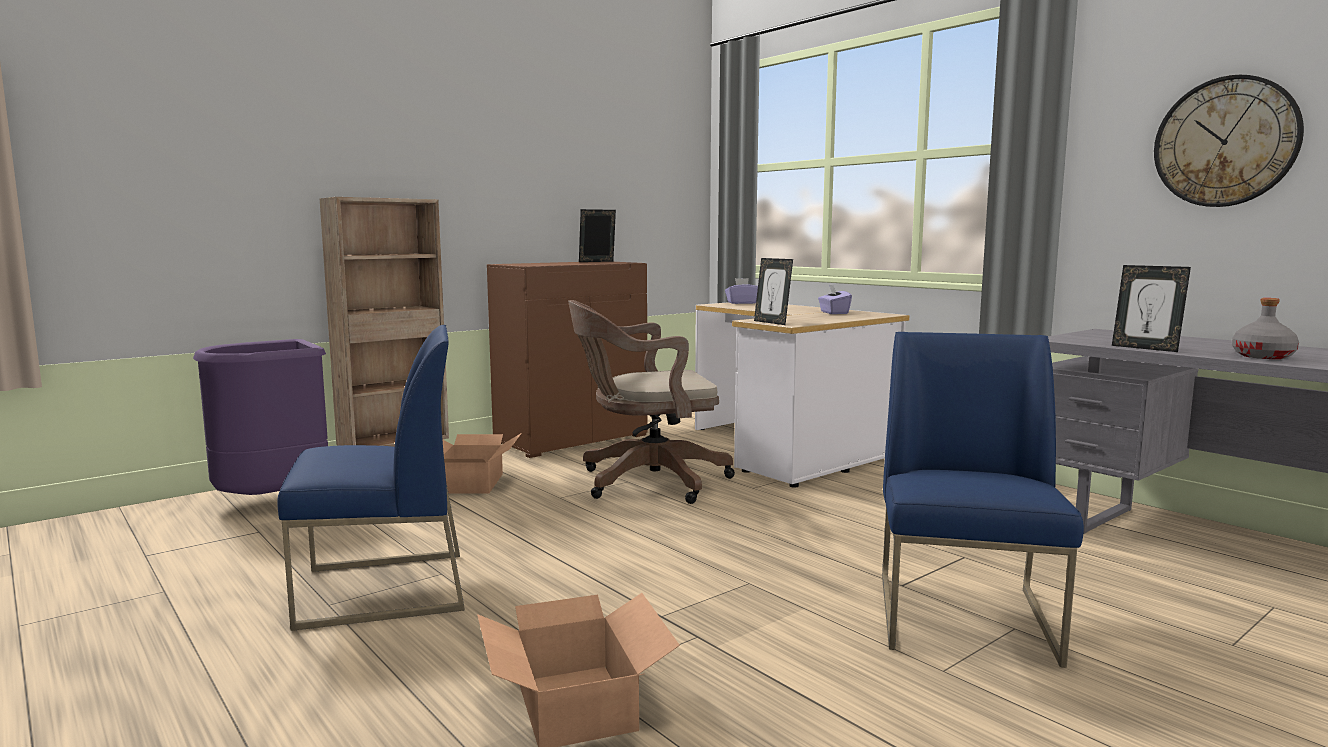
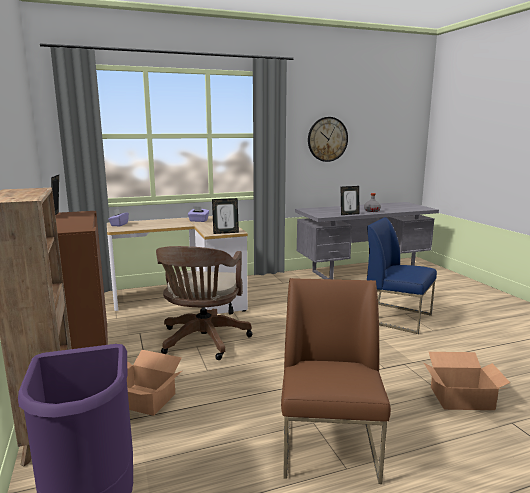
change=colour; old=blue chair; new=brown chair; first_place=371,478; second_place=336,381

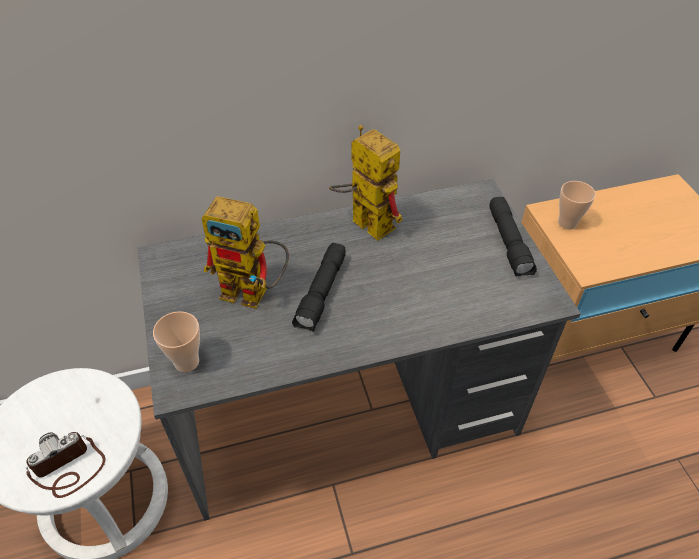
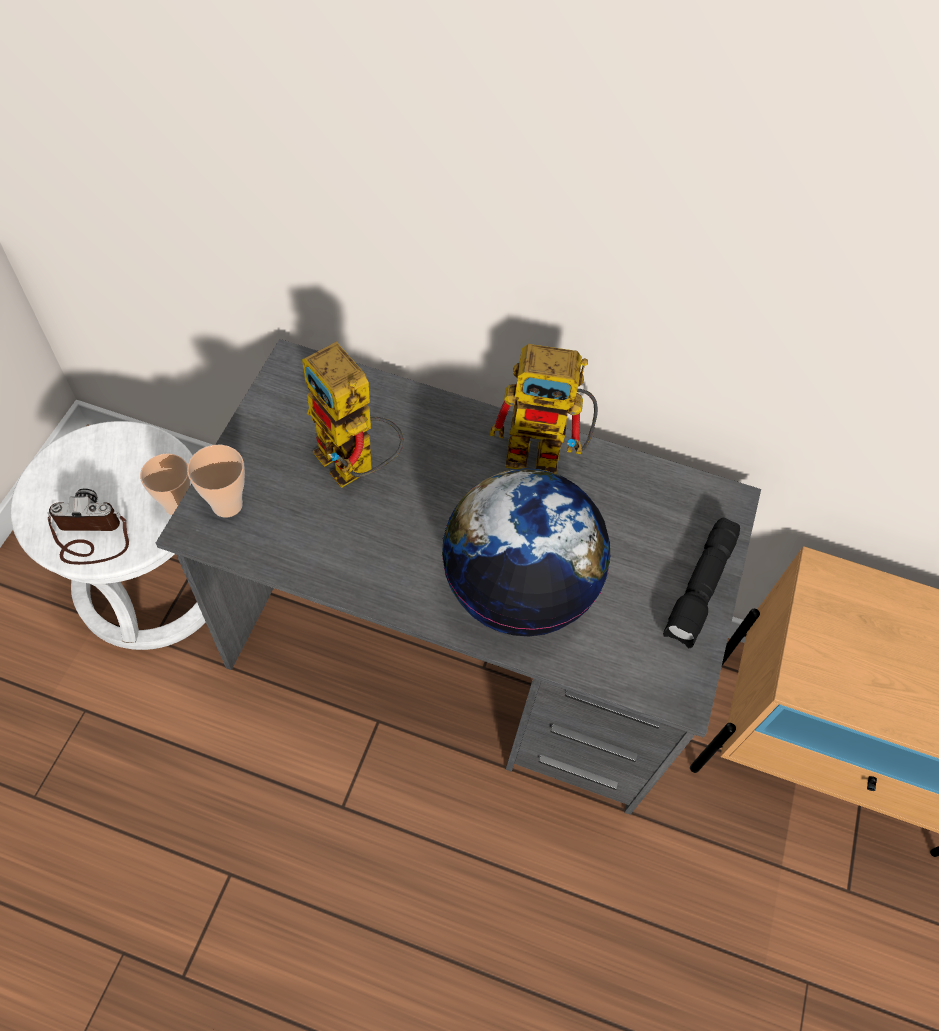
change=relocated; old=cup; first_place=577,205; second_place=165,484
change=appeared; new=globe; second_place=526,552
change=spun; old=toy robot; first_place=366,183; second_place=544,409; degrees=105
change=missing; old=black flashlight; first_place=319,287

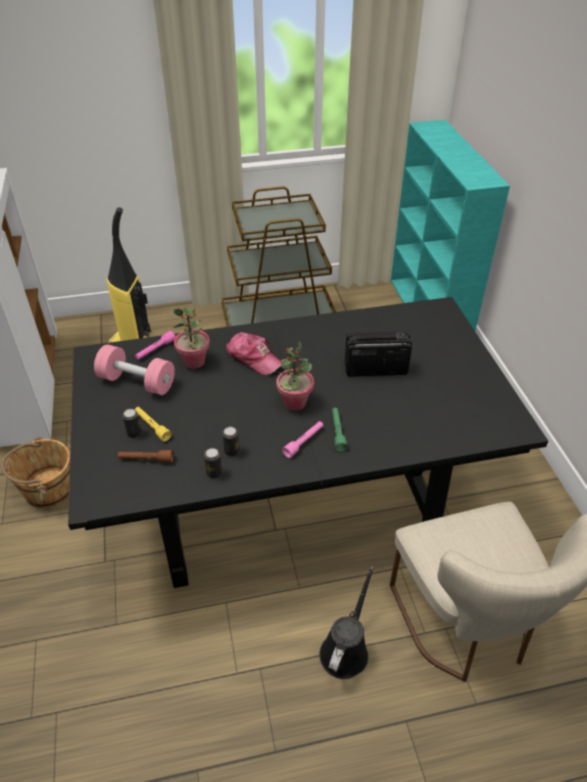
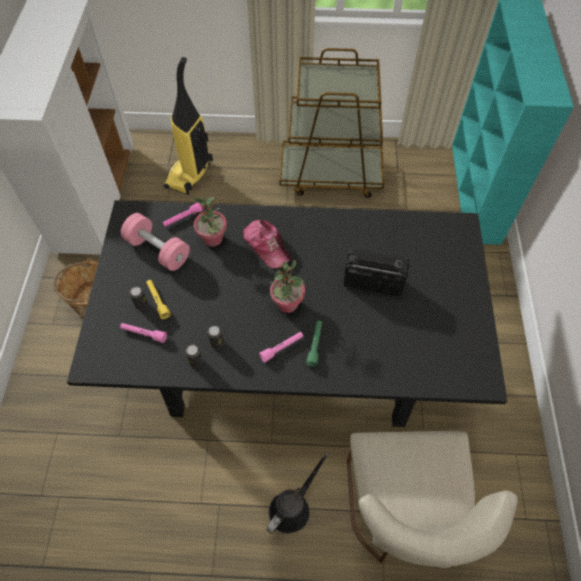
change=colour; old=brown flashlight; new=pink flashlight; first_place=145,456; second_place=143,333

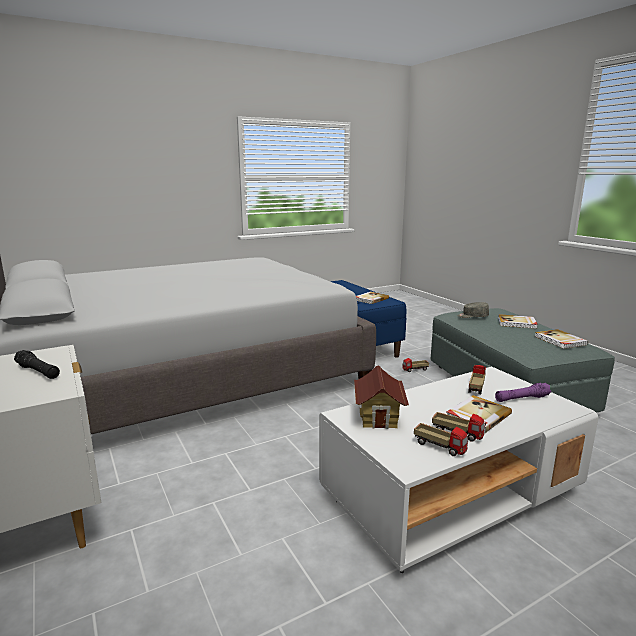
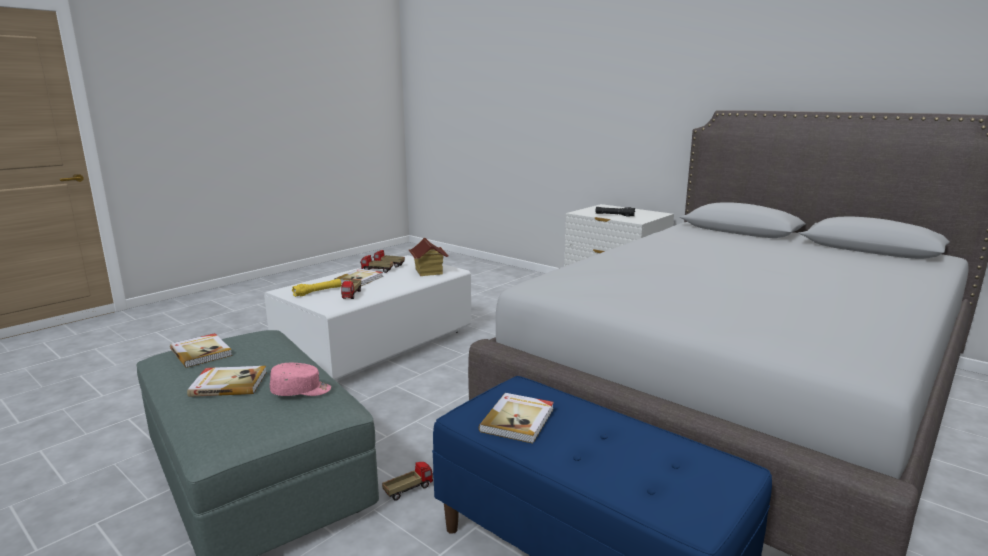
change=colour; old=grey cap; new=pink cap; first_place=473,310; second_place=300,379
change=colour; old=purple flashlight; new=yellow flashlight; first_place=523,392; second_place=316,288

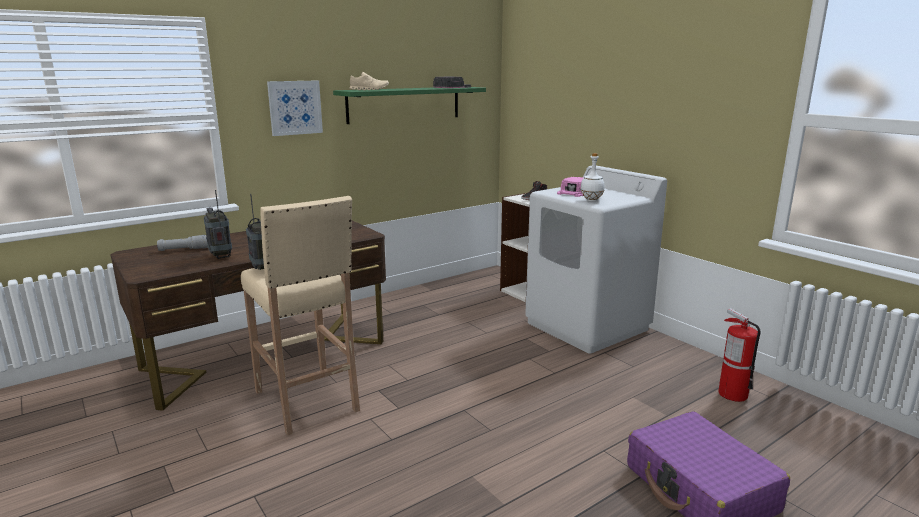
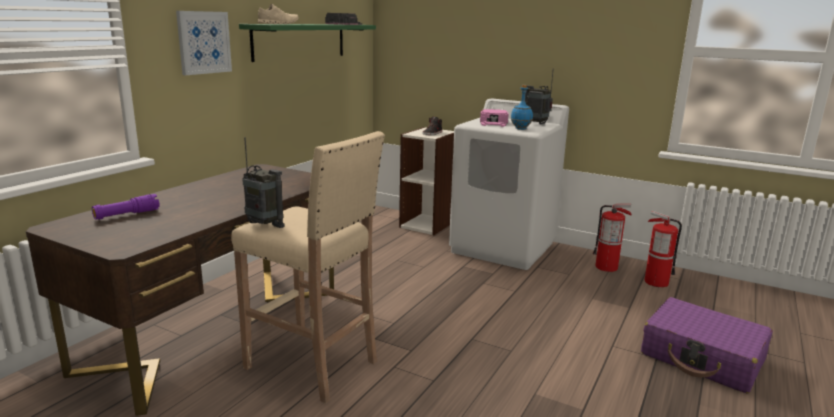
change=colour; old=grey flashlight; new=purple flashlight; first_place=182,243; second_place=126,207
change=colour; old=white bottle; new=blue bottle; first_place=592,177; second_place=522,107
change=relocated; old=radio; first_place=218,224; second_place=539,96
change=appeared; new=fire extinguisher; second_place=612,238

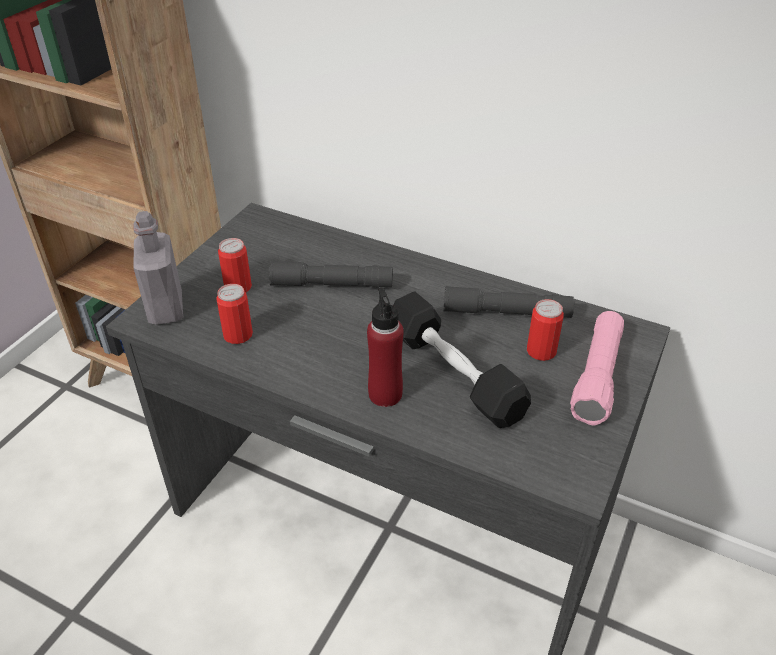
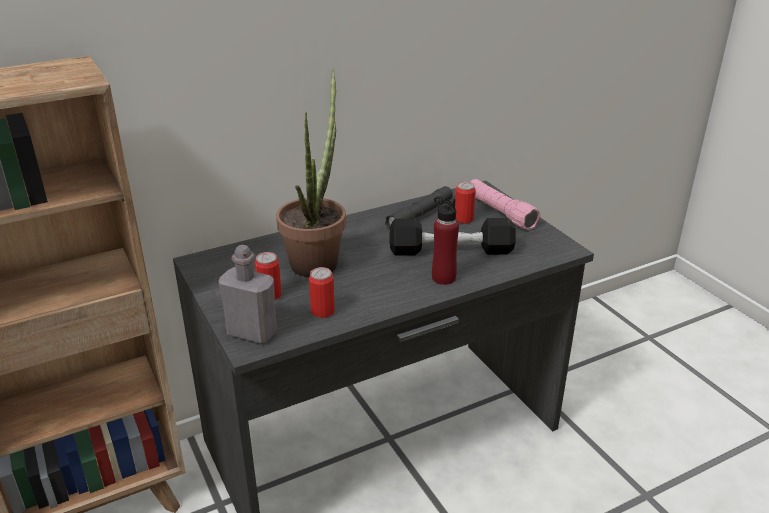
change=exchanged; old=grey flashlight; new=potted plant; first_place=331,274; second_place=311,173

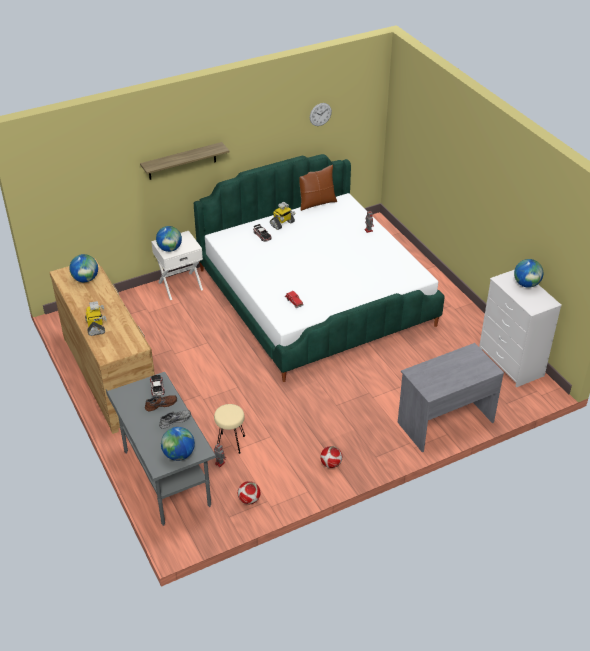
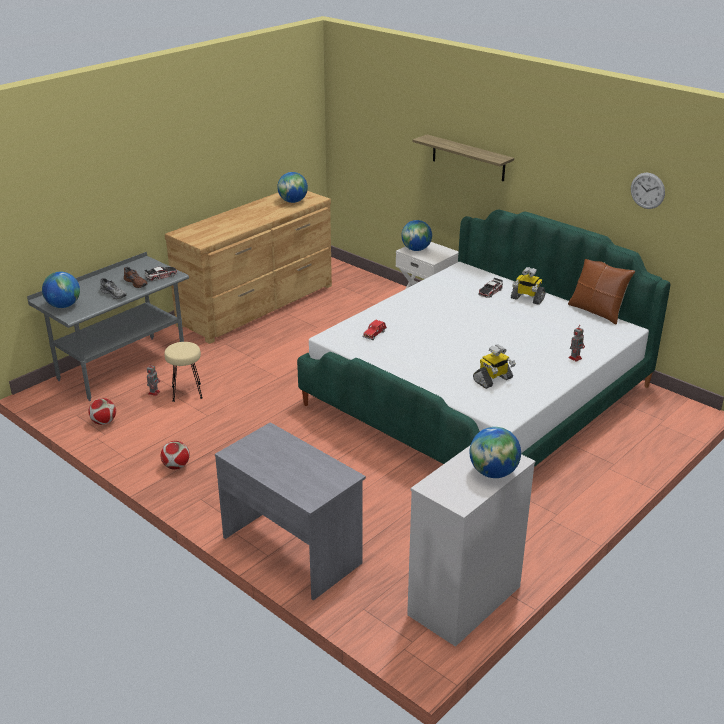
change=relocated; old=toy robot; first_place=95,318; second_place=494,366

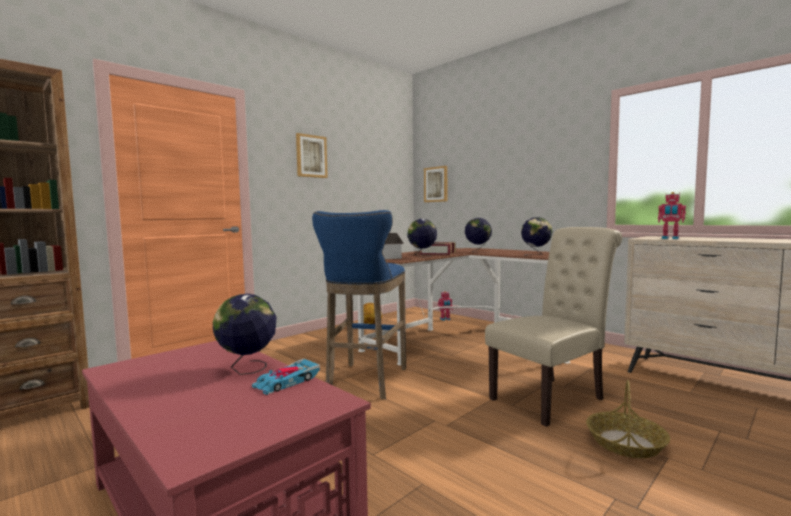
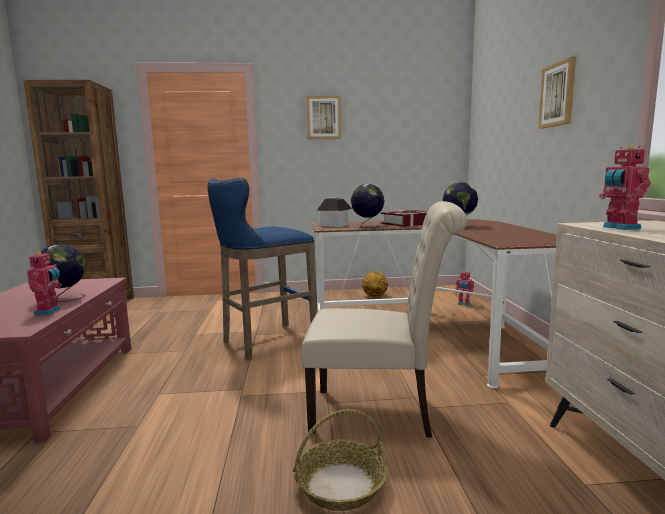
change=exchanged; old=toy car; new=toy robot; first_place=286,377; second_place=44,283
change=relocated; old=picture; first_place=435,184; second_place=557,93
change=missing; old=globe; first_place=537,236

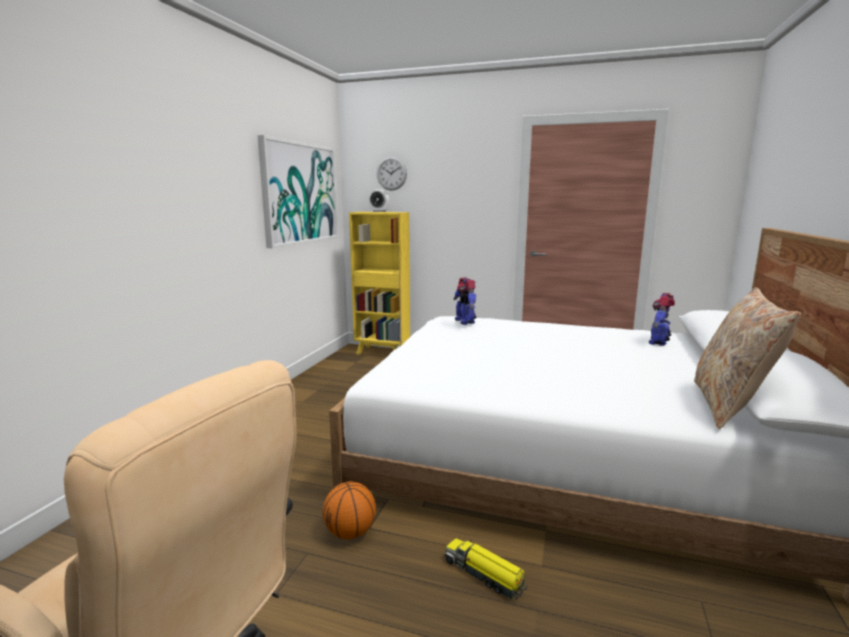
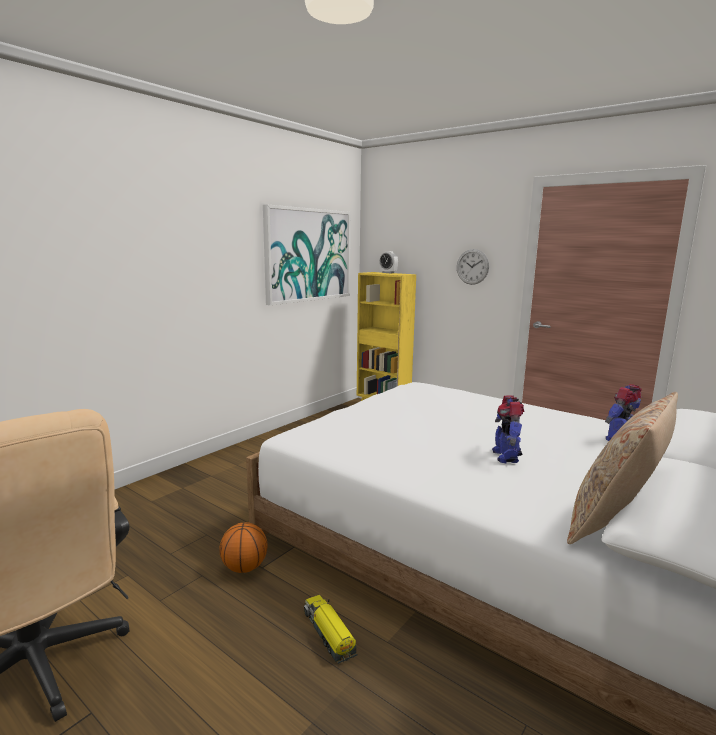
change=relocated; old=wall clock; first_place=392,174; second_place=473,267
change=relocated; old=toy robot; first_place=465,301; second_place=508,429

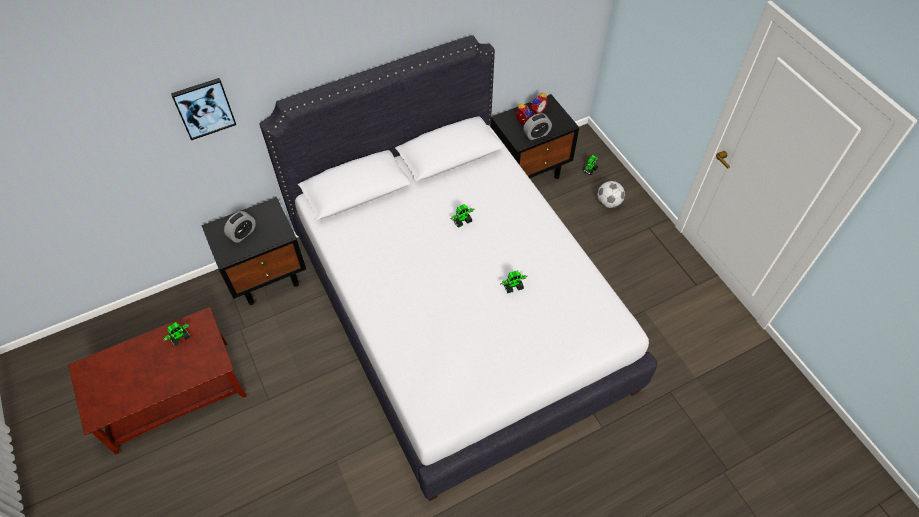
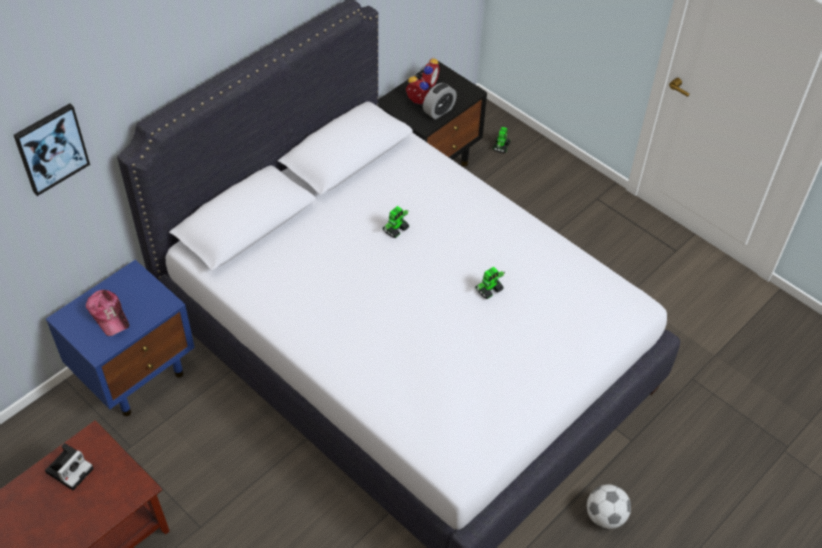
change=exchanged; old=toy robot; new=photo camera; first_place=177,334; second_place=69,467
change=colour; old=black nightstand; new=blue nightstand; first_place=253,251; second_place=120,338
change=exchanged; old=alarm clock; new=cap; first_place=240,227; second_place=107,313
change=relocated; old=football; first_place=611,194; second_place=609,506

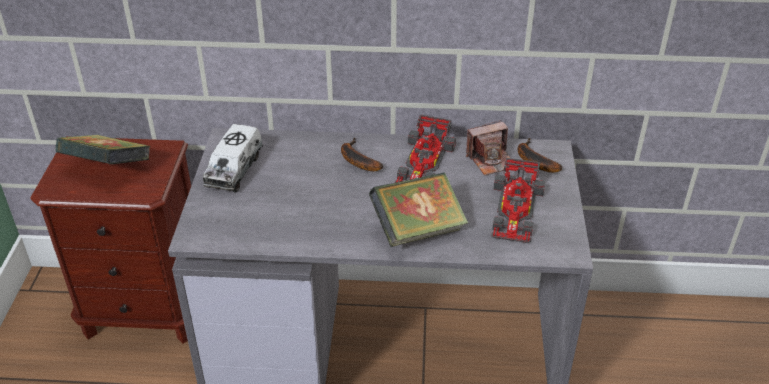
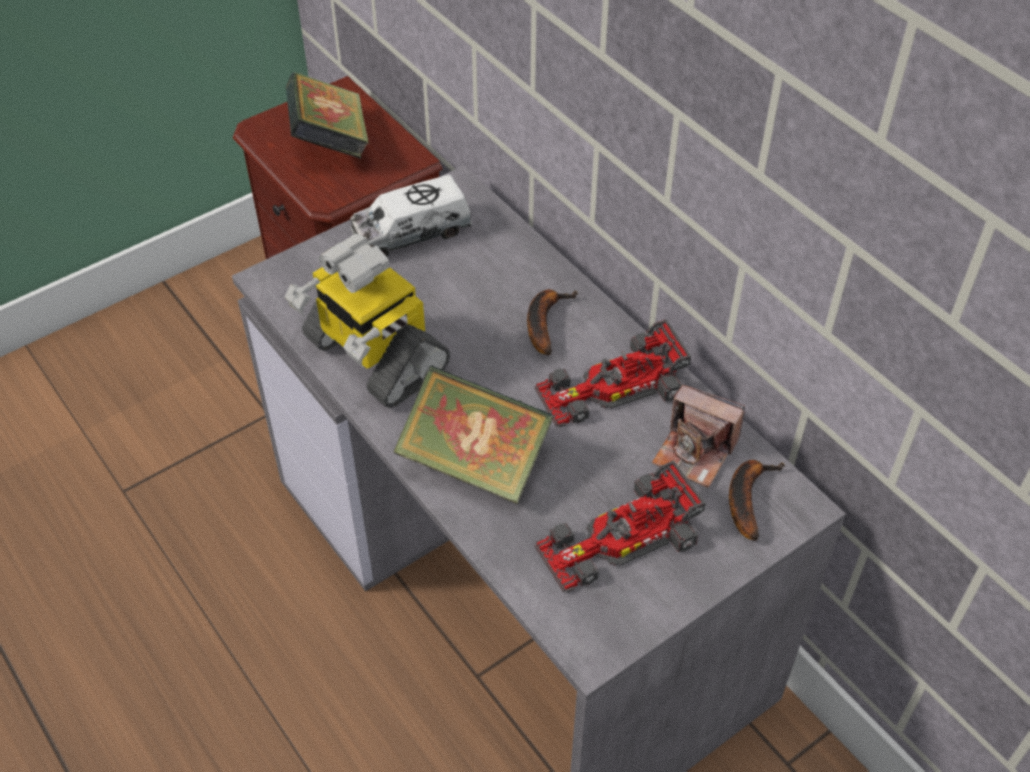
change=appeared; new=toy robot; second_place=367,320

